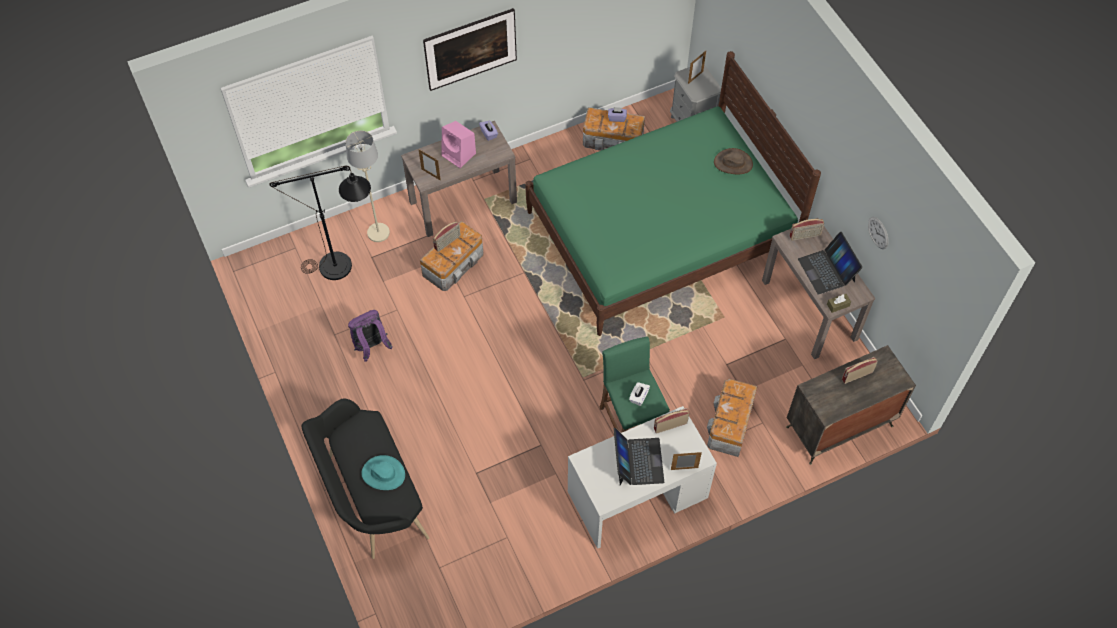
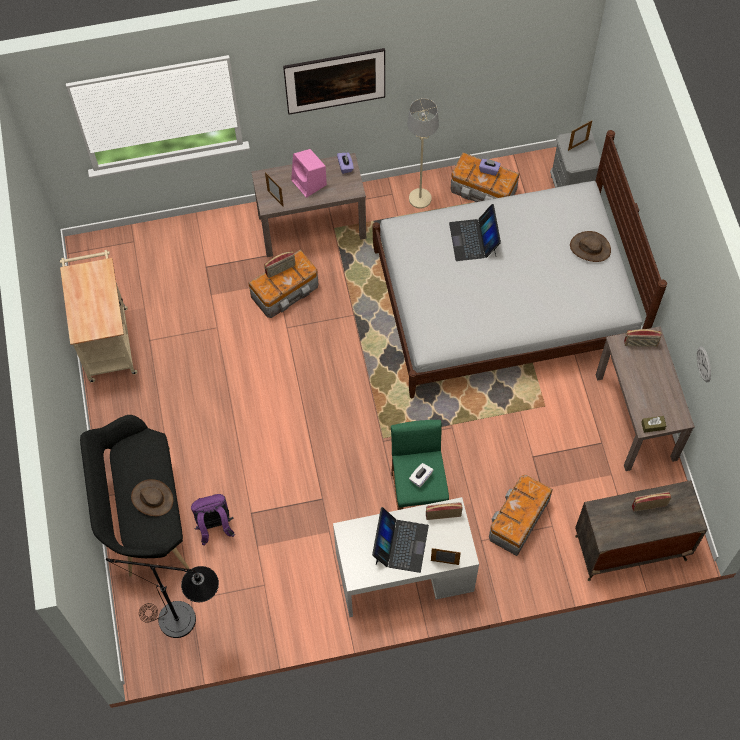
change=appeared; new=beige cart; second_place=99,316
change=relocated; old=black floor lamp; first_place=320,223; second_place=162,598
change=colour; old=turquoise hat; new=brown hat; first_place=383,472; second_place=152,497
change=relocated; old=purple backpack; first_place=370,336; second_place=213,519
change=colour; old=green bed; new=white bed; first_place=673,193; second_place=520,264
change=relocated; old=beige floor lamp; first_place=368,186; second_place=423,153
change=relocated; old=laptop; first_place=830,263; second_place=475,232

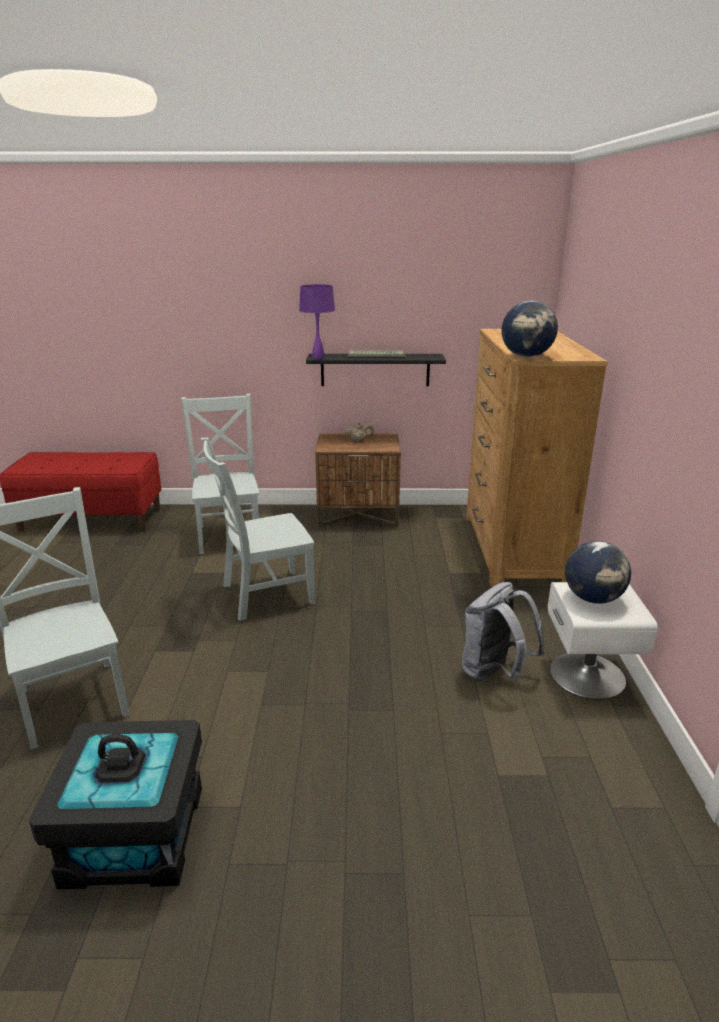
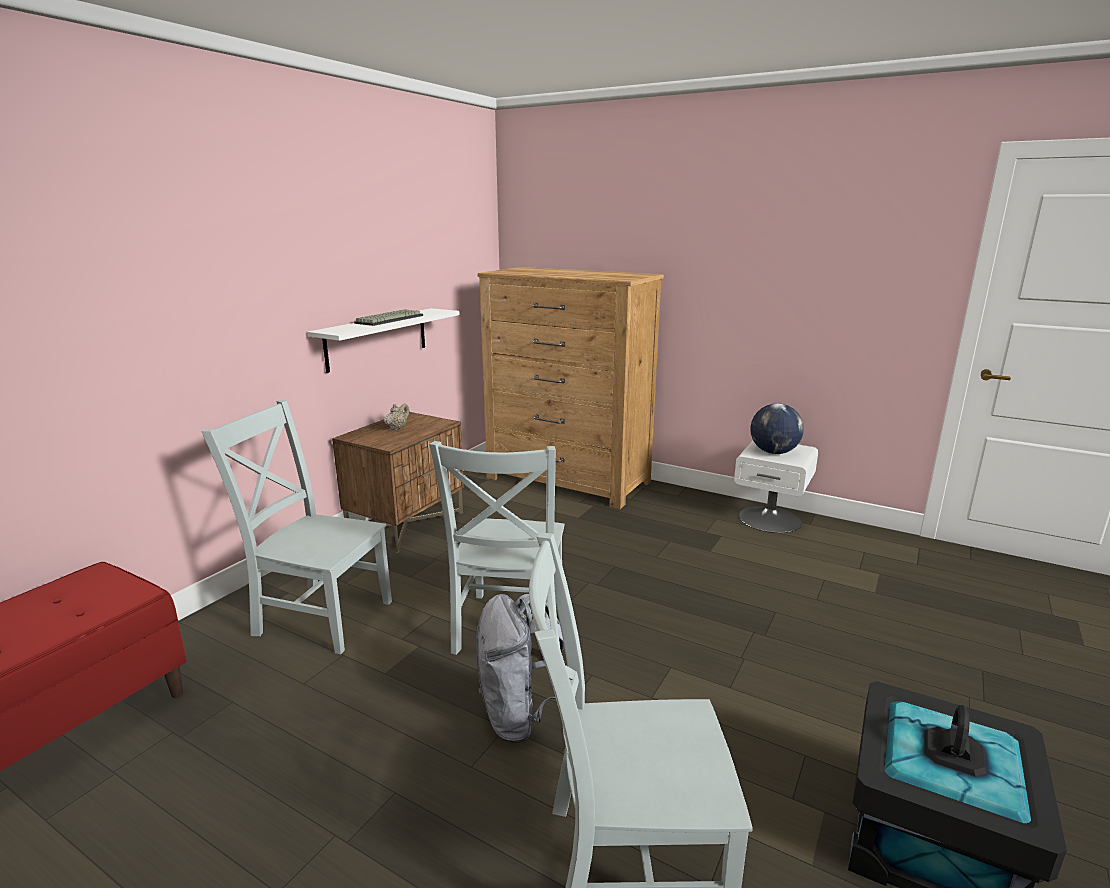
change=colour; old=black shelf; new=white shelf; first_place=376,370; second_place=384,340
change=relocated; old=grey backpack; first_place=503,631; second_place=520,668
change=missing; old=purple table lamp; first_place=317,321
change=missing; old=globe; first_place=529,329

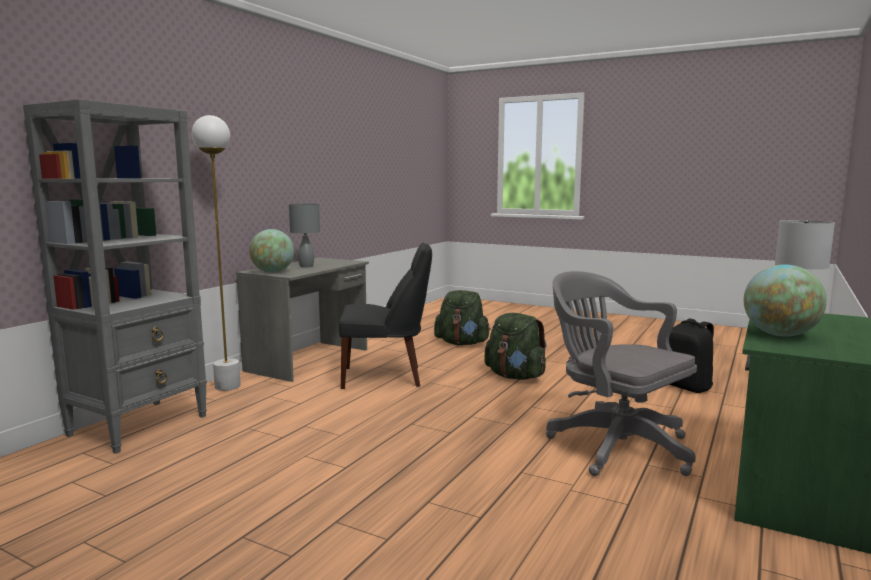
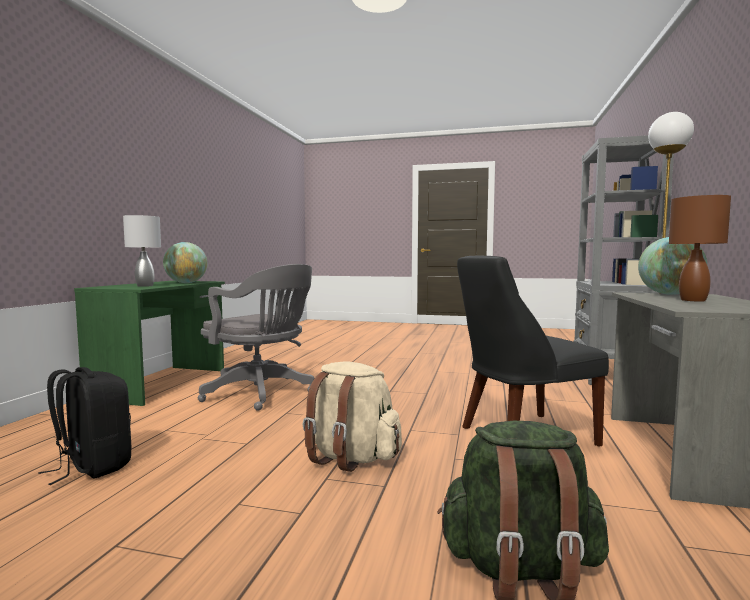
change=colour; old=green backpack; new=beige backpack; first_place=515,346; second_place=352,417
change=colour; old=grey table lamp; new=brown table lamp; first_place=304,235; second_place=700,248

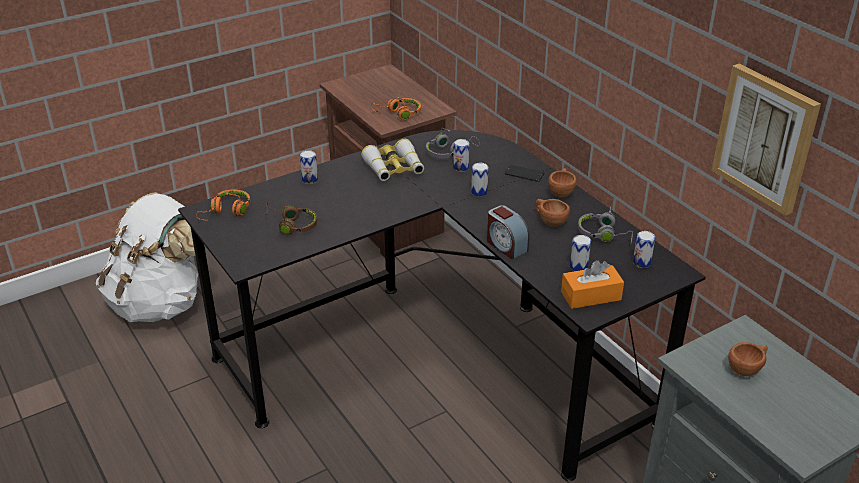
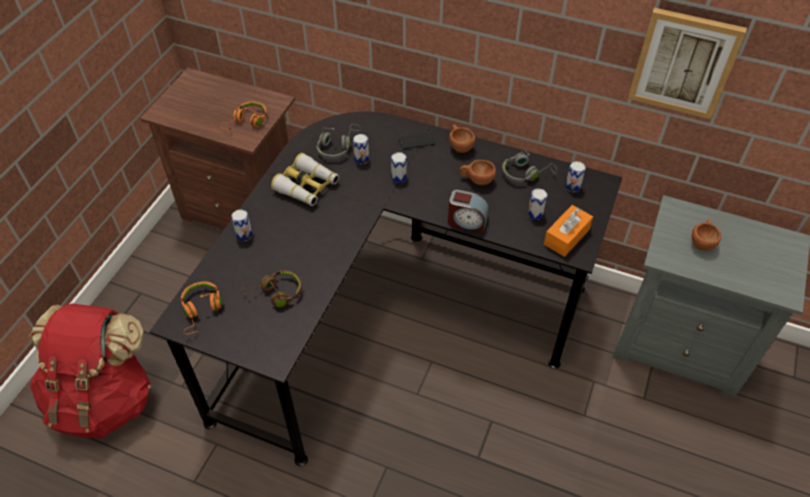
change=colour; old=white backpack; new=red backpack; first_place=150,257; second_place=90,370

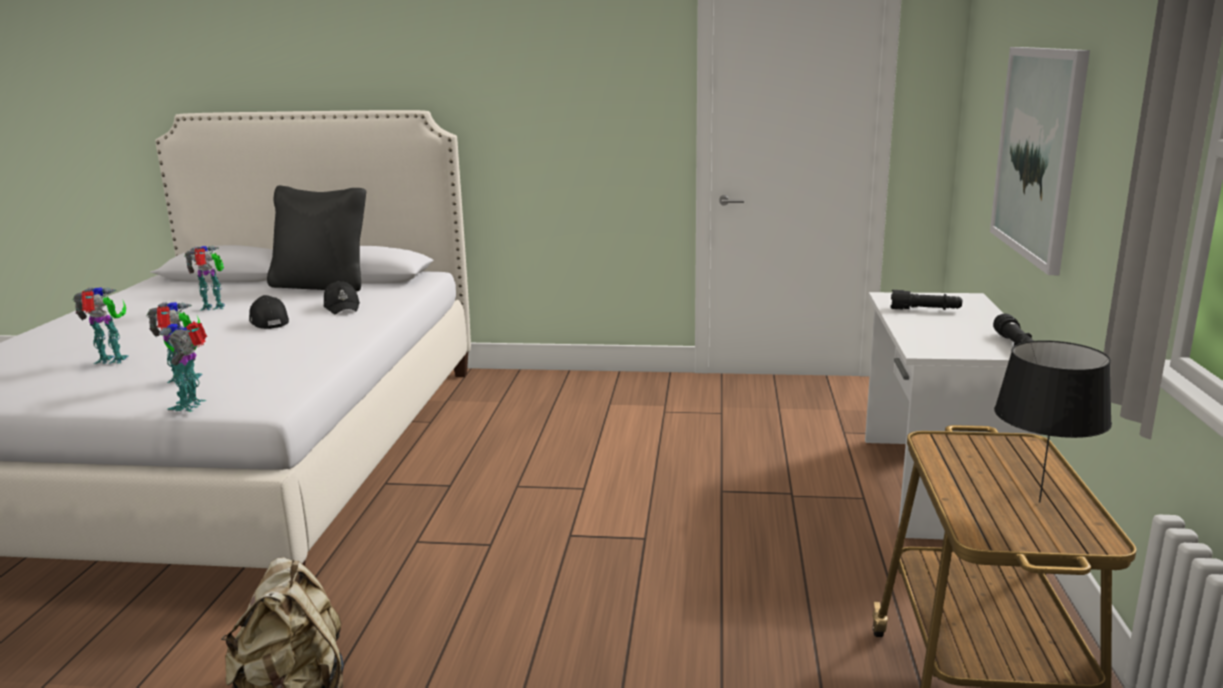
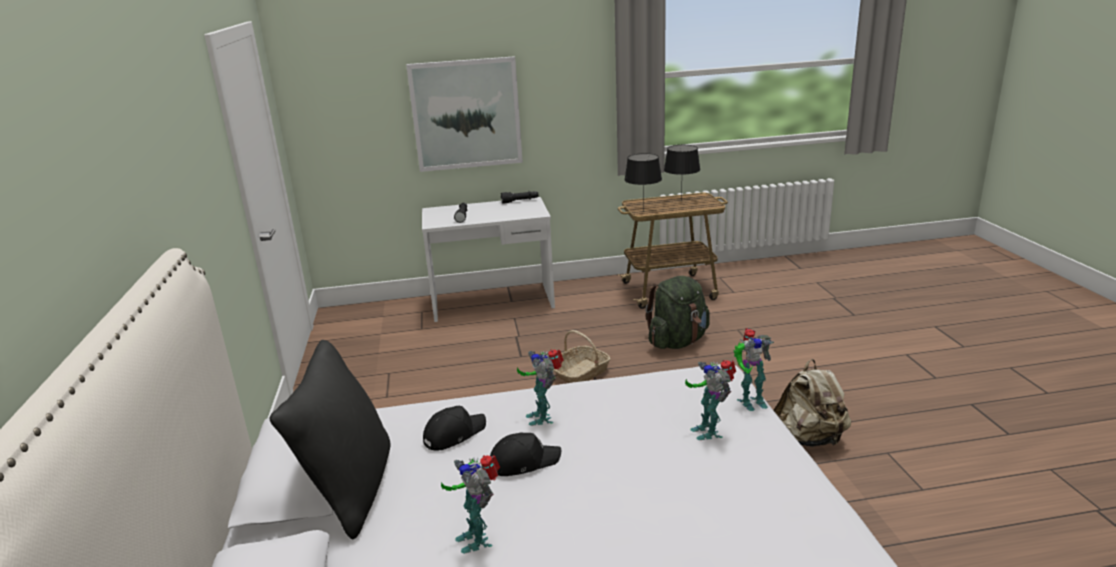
change=spun; old=black cap; first_place=269,312; second_place=525,454; degrees=-150
change=relocated; old=toy robot; first_place=100,325; second_place=540,387
change=appeared; new=basket; second_place=581,356
change=appeared; new=black table lamp; second_place=643,182
change=appeared; new=green backpack; second_place=677,312

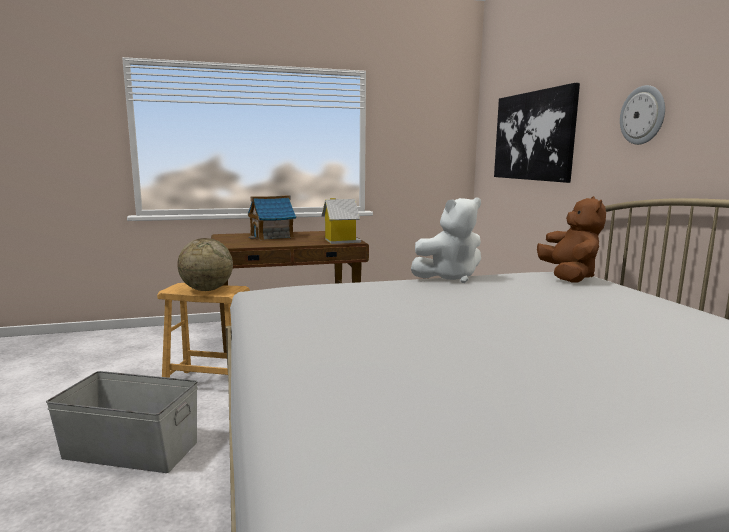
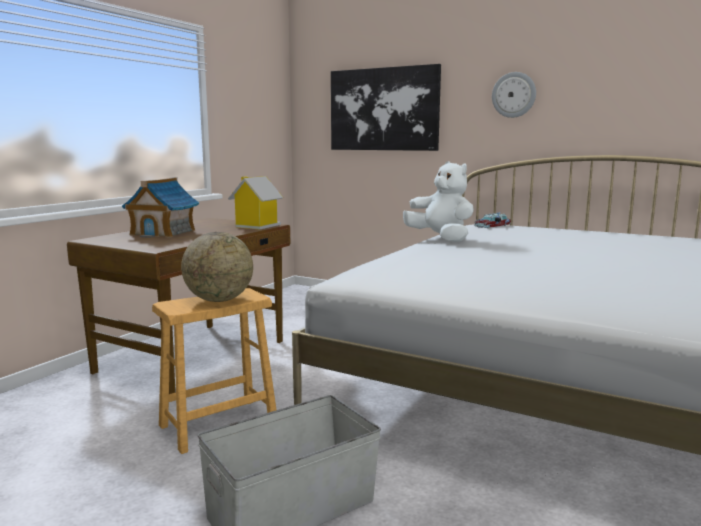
change=spun; old=white plush toy; first_place=446,240; second_place=438,201; degrees=-60
change=exchanged; old=brown plush toy; new=toy car; first_place=571,239; second_place=492,220

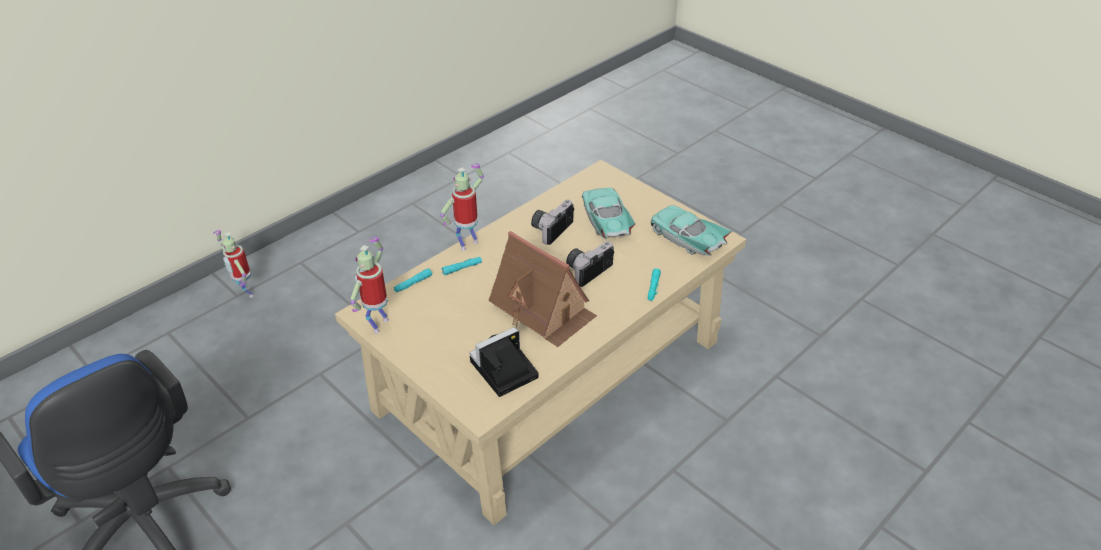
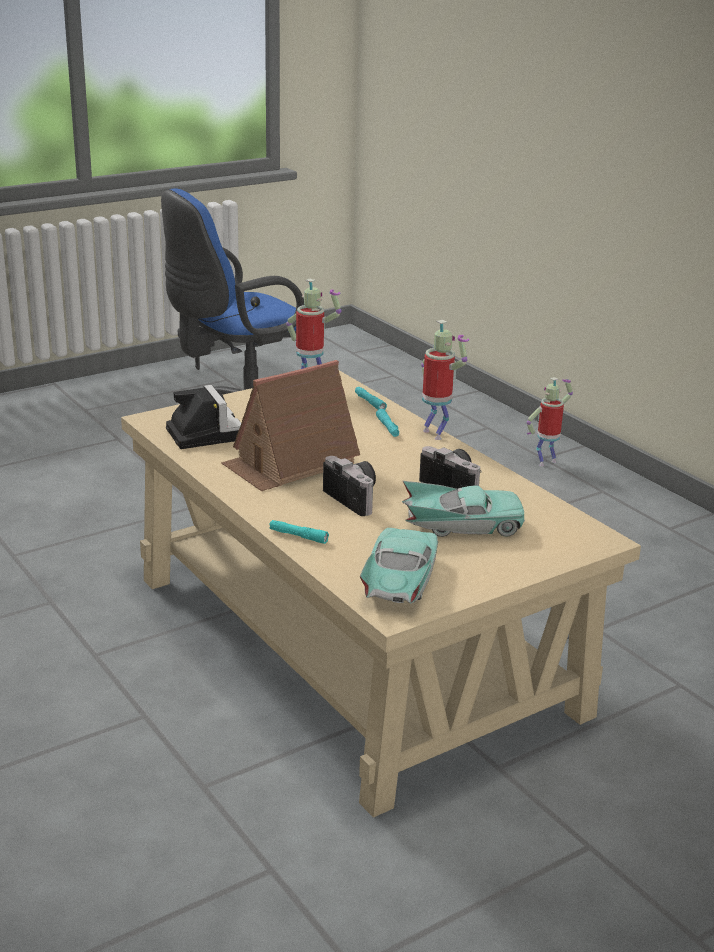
change=spun; old=turquoise toy car; first_place=691,230; second_place=399,566; degrees=-45

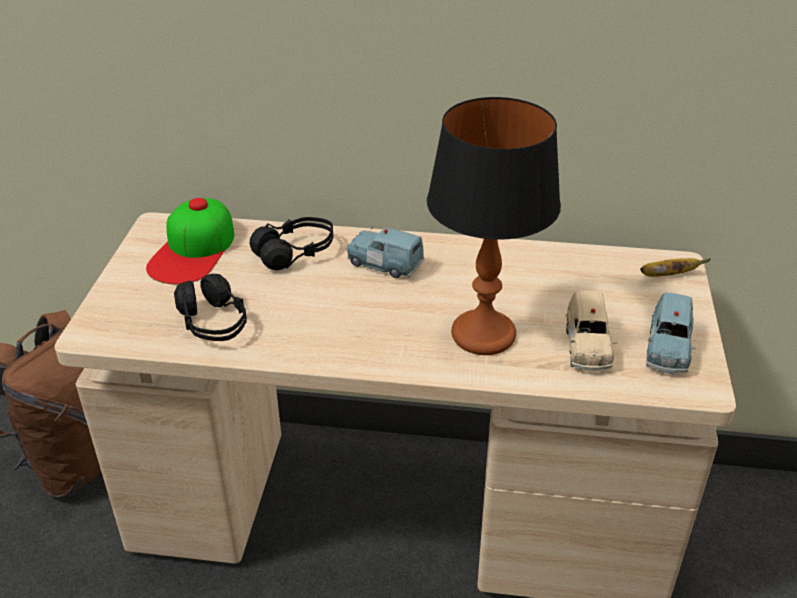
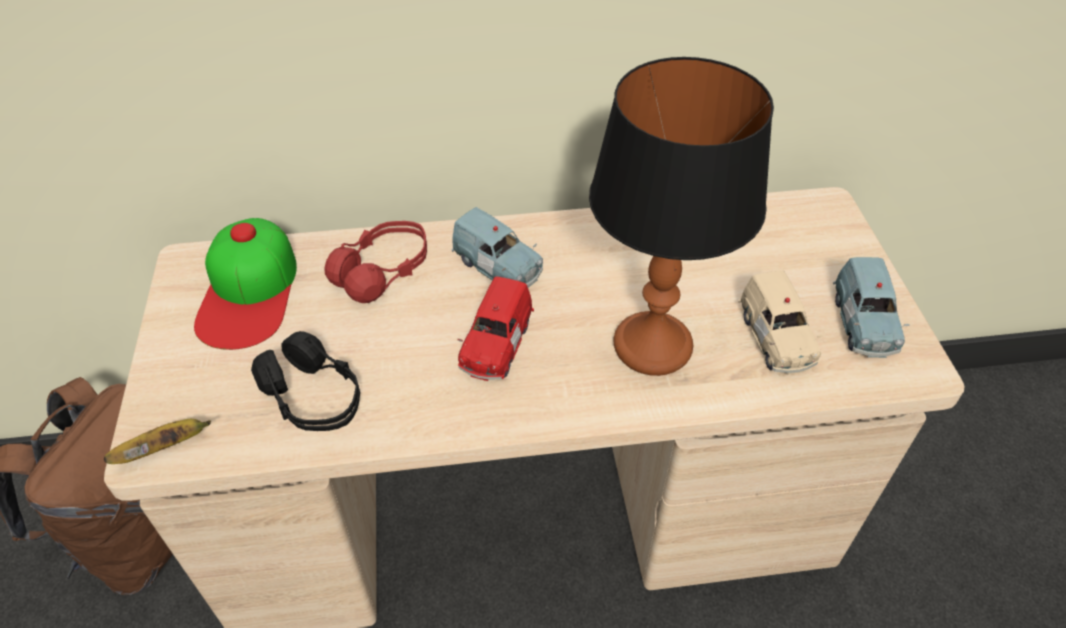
change=relocated; old=banana; first_place=675,267; second_place=157,441
change=colour; old=black headphones; new=red headphones; first_place=291,243; second_place=375,262
change=spun; old=blue toy car; first_place=385,252; second_place=497,247; degrees=-150
change=appeared; new=red toy car; second_place=495,328

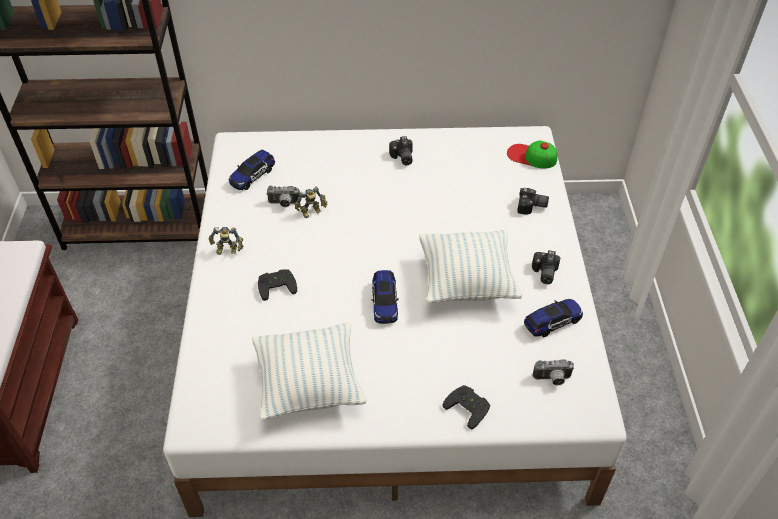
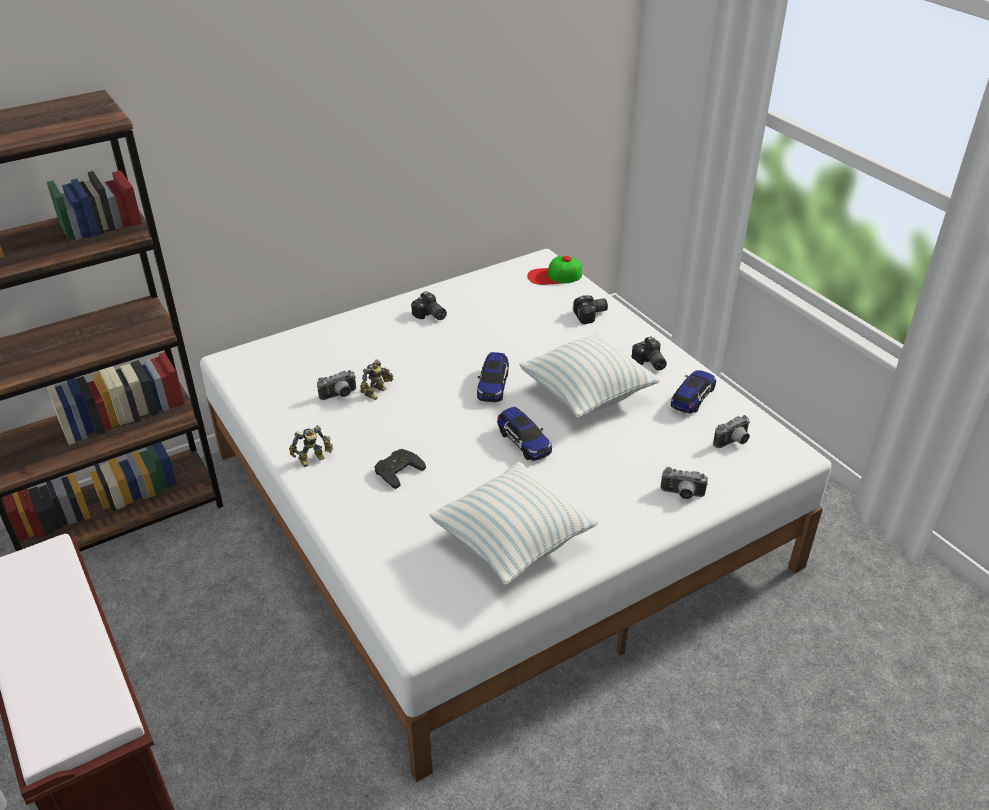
change=relocated; old=toy car; first_place=252,170; second_place=493,377
change=exchanged; old=black game controller; new=photo camera; first_place=466,407; second_place=684,483

